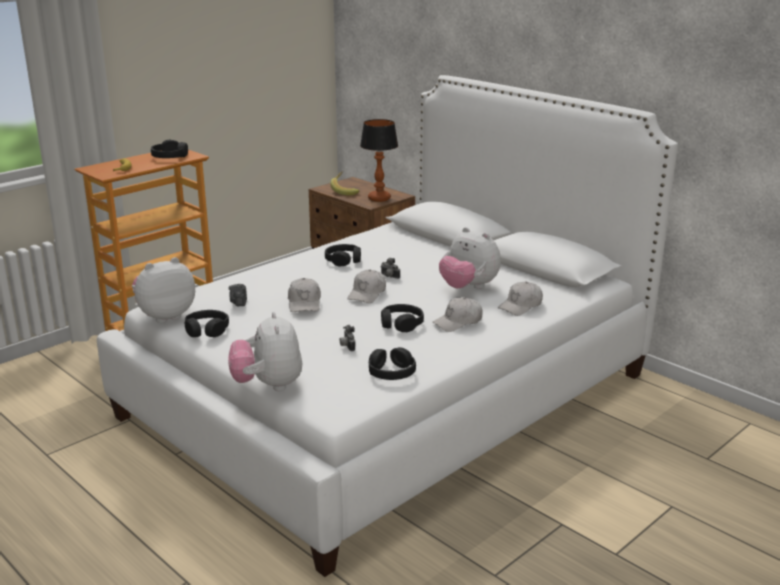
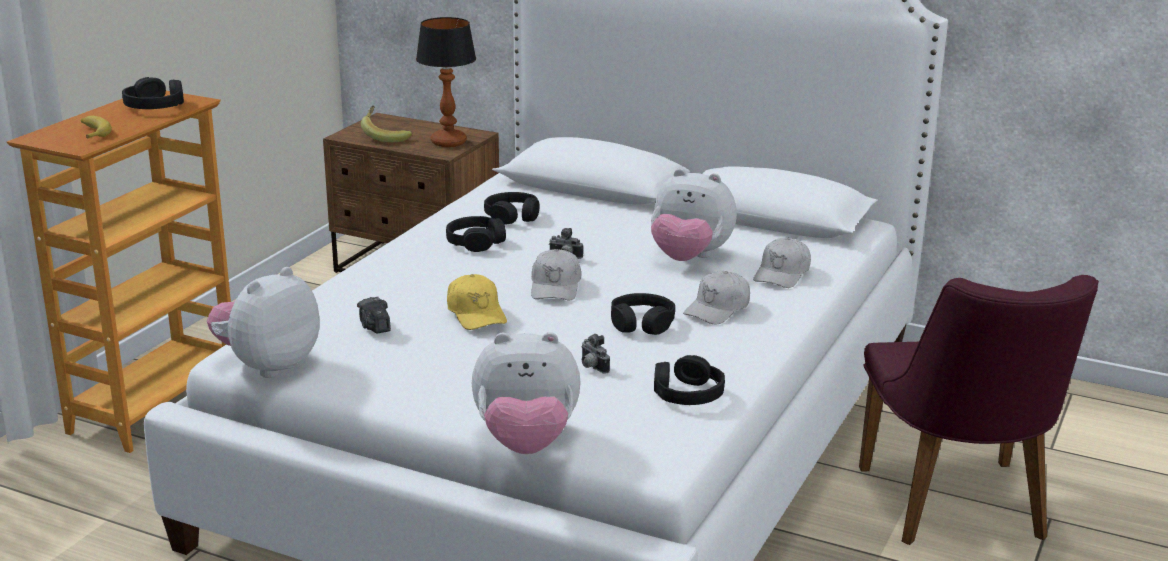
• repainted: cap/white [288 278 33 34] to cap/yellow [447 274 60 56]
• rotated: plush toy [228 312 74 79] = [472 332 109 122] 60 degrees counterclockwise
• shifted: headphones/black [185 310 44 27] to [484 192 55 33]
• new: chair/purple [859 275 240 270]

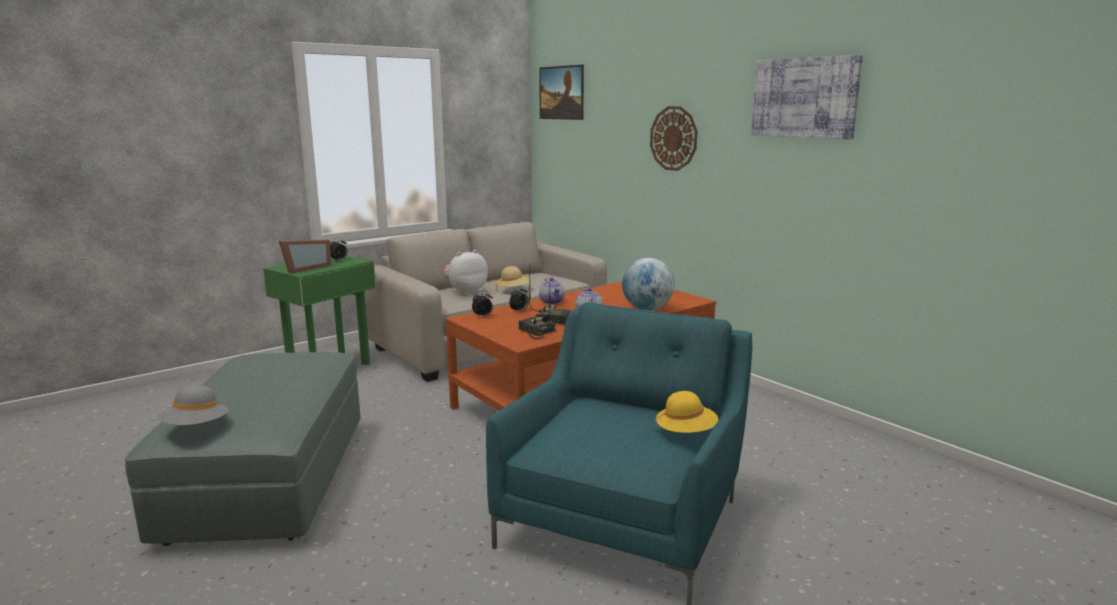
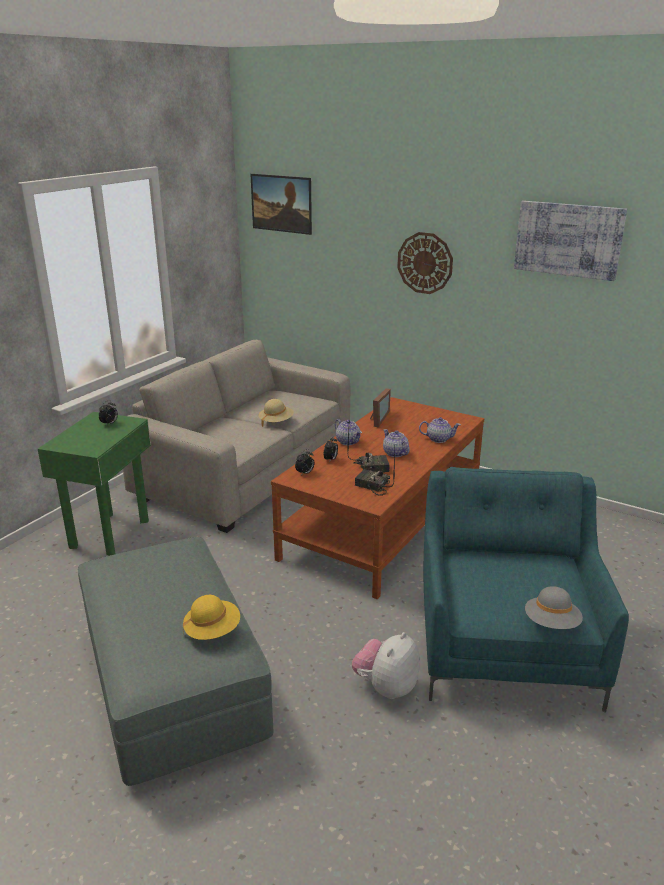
• shifted: hat/yellow [655 391 63 42] to [183 595 57 45]
• shifted: plush toy [443 249 45 46] to [352 632 68 67]
• shifted: picture frame [279 240 52 33] to [370 389 21 38]
• swapped: globe [622 258 53 53] to teapot [419 417 42 26]
• shifted: hat/grey [157 385 72 40] to [525 586 58 43]

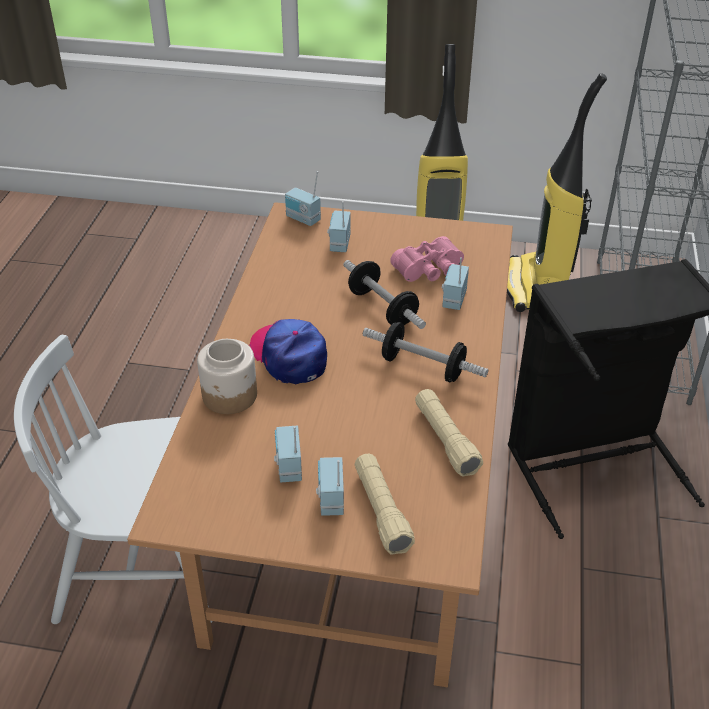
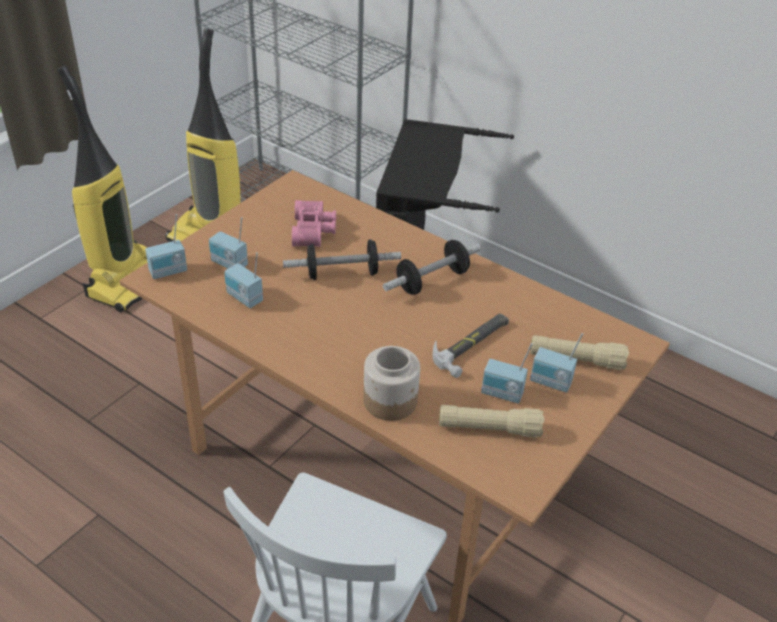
• shifted: radio [441 257 28 53] to [224 252 39 56]
• new: hammer [433 313 76 65]
• shifted: flashlight/beige [415 389 68 88] to [439 405 105 33]
• gone: cap [249 319 78 65]

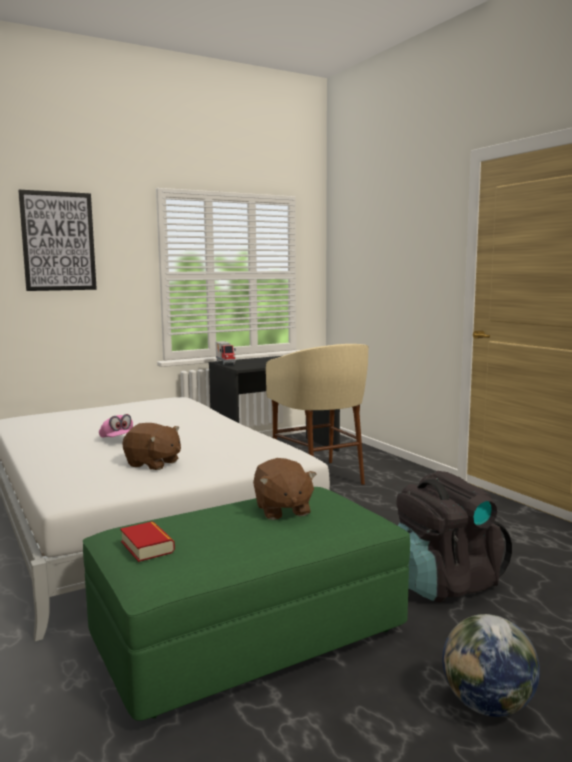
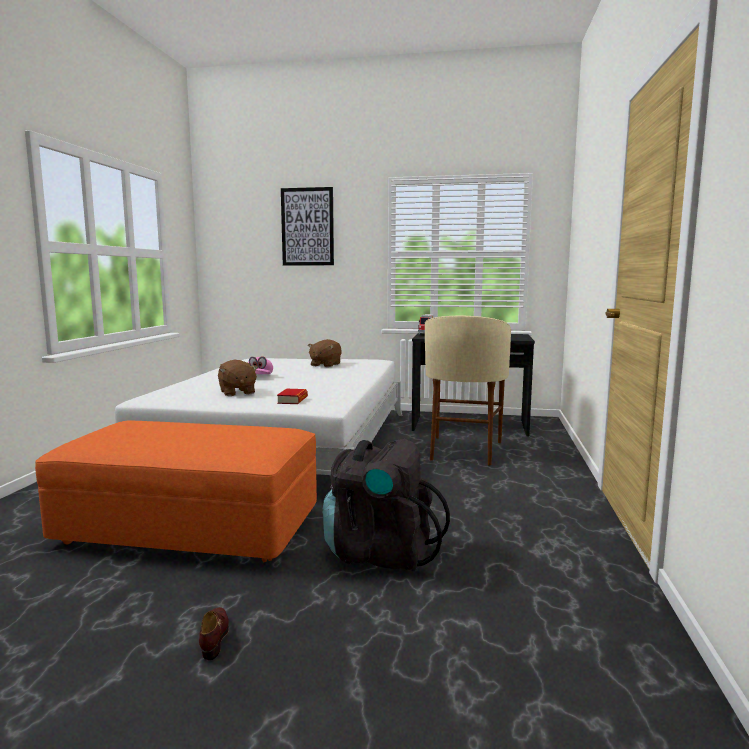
• repainted: ottoman/green [83 487 327 234] to ottoman/orange [35 421 282 141]
• swapped: globe [443 614 97 103] to shoe/brown [199 607 30 53]
• shifted: book [120 521 55 41] to [277 389 31 15]
• shifted: plush toy/brown [253 458 64 62] to [308 339 34 28]

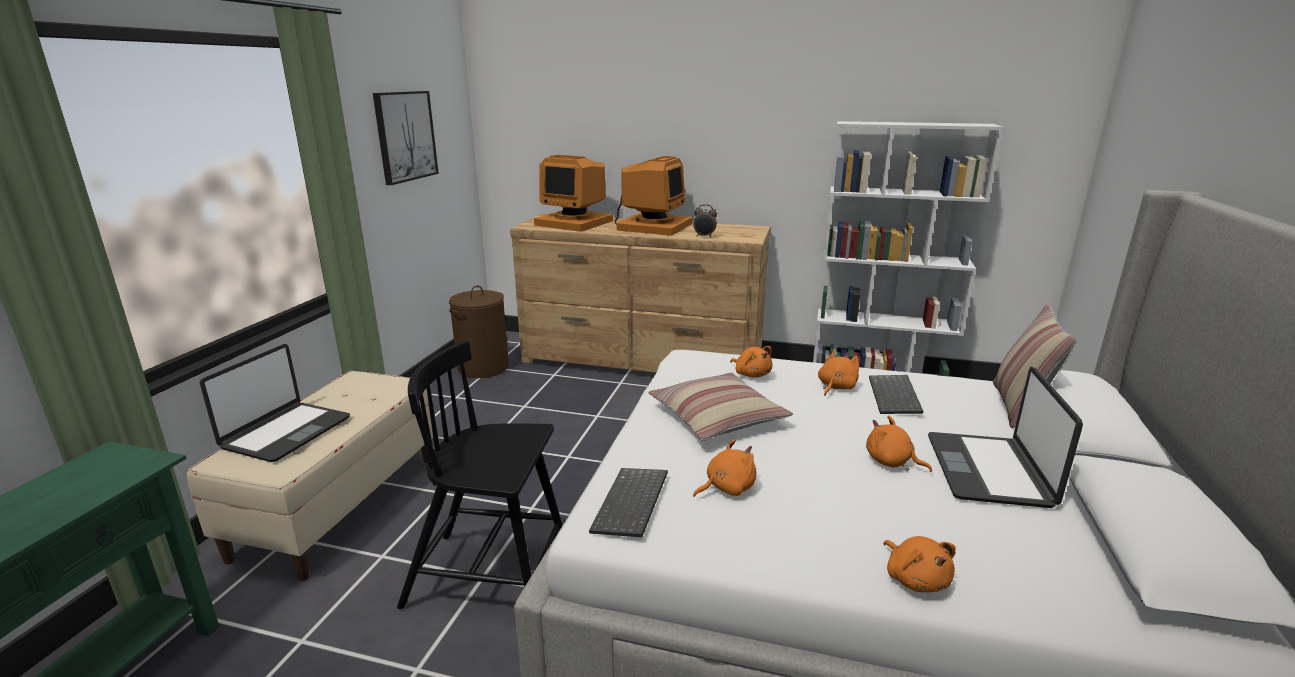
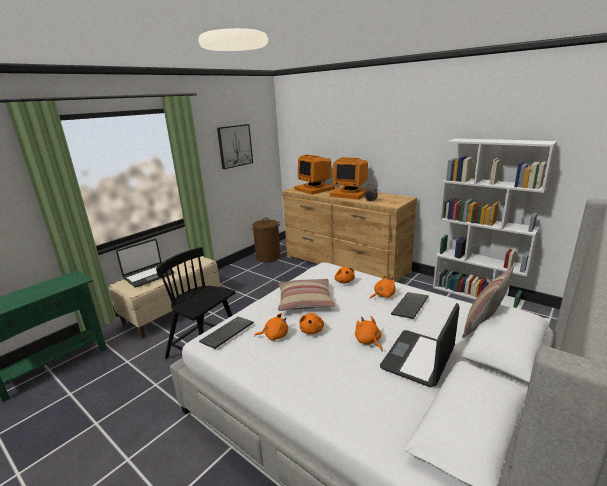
• shifted: plush toy/orange [883 536 72 56] to [299 313 25 21]
• rotated: monitor [614 156 78 80] = [330 157 38 43] 75 degrees clockwise

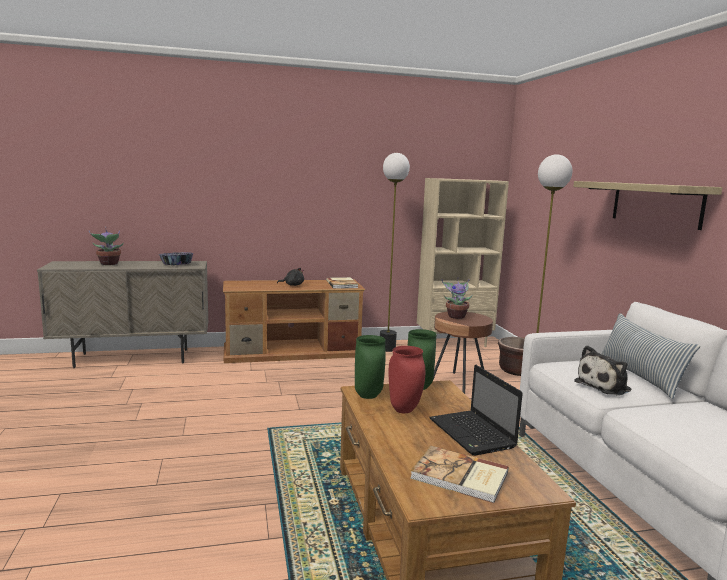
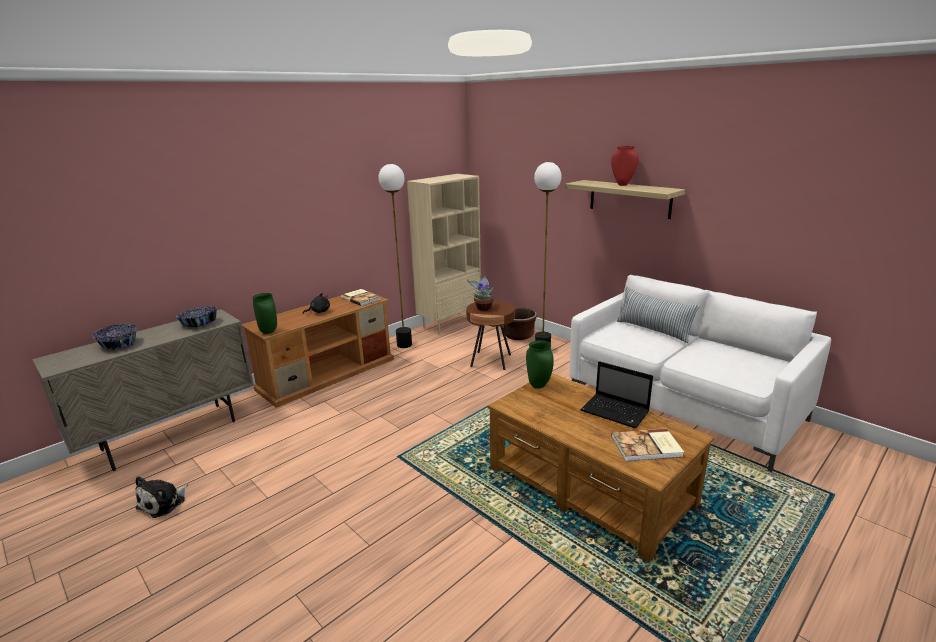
• swapped: potted plant [89 227 35 38] to bowl [93 324 44 26]
• shifted: plush toy [574 345 57 51] to [135 476 53 42]
• shifted: vase/green [355 335 31 64] to [252 293 25 41]
• shifted: vase/red [388 346 37 67] to [611 146 28 40]

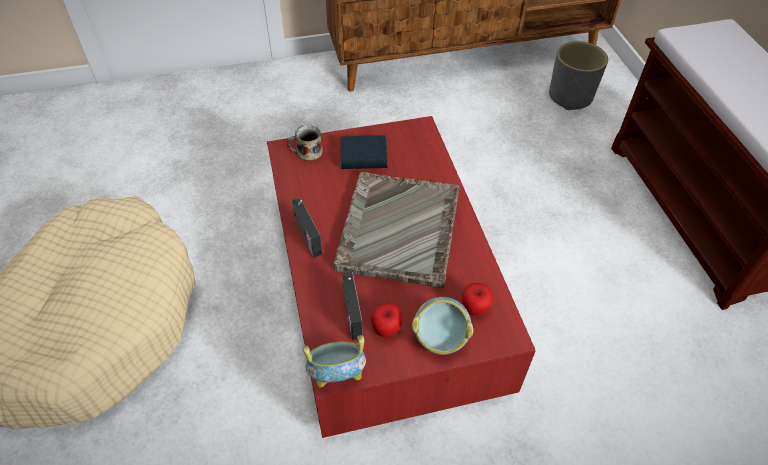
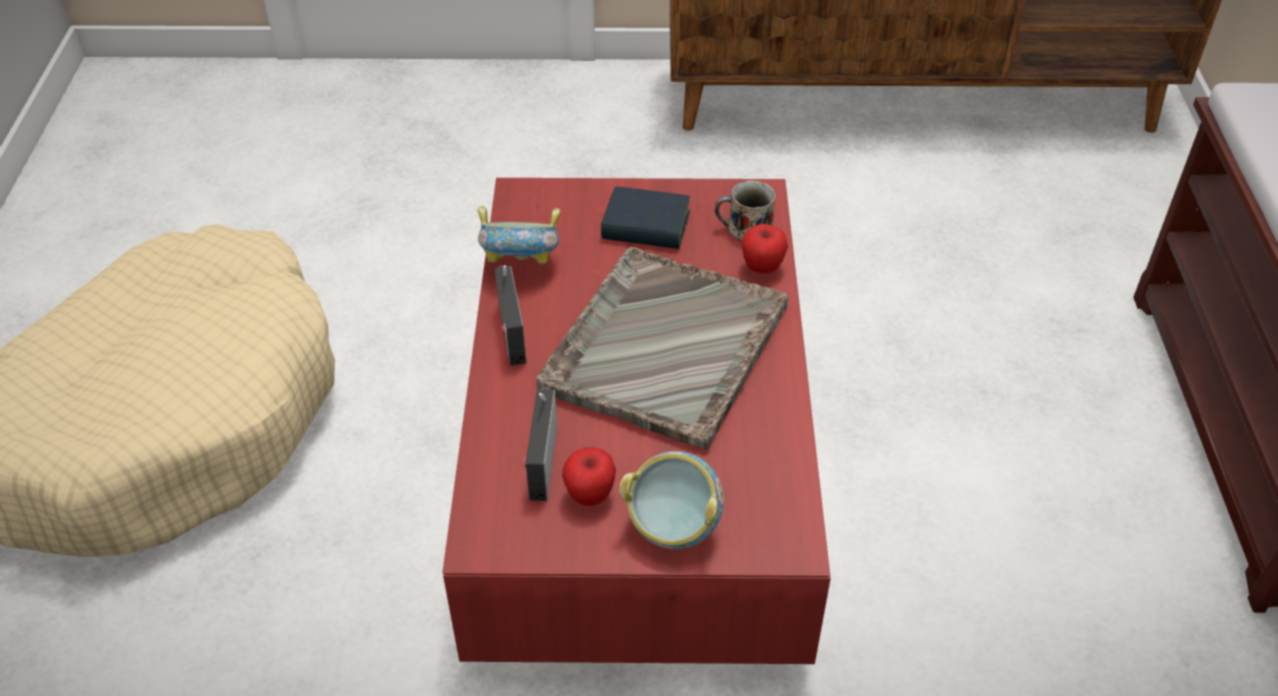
• shifted: bowl [302 335 64 52] to [478 206 83 58]
• shifted: mug [287 124 36 37] to [715 180 61 61]
• shifted: apple [462 283 31 33] to [742 224 46 49]
• gone: planter/grey [549 41 59 69]

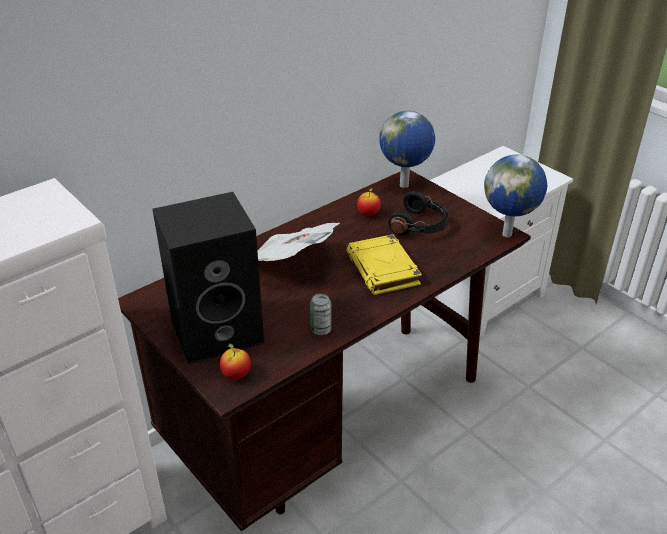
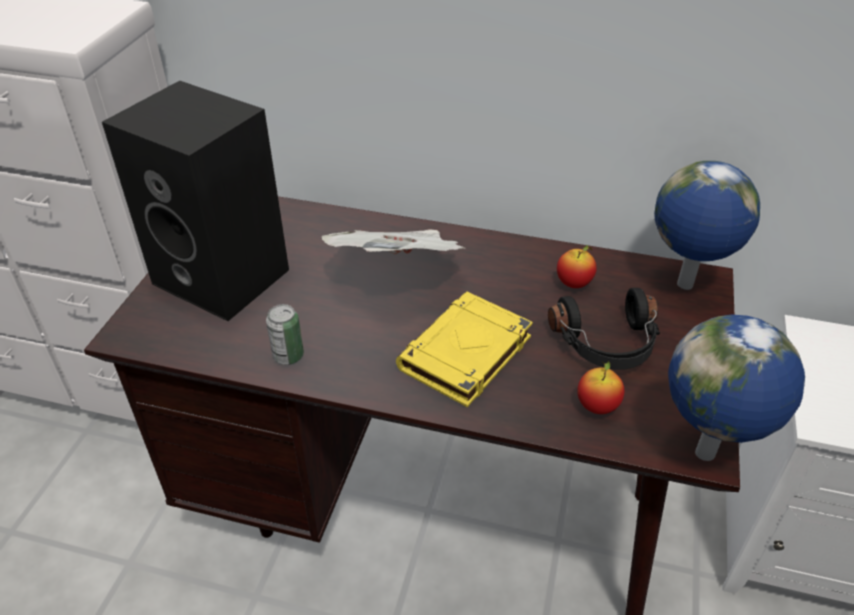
• shifted: apple [220 343 31 37] to [577 361 47 53]

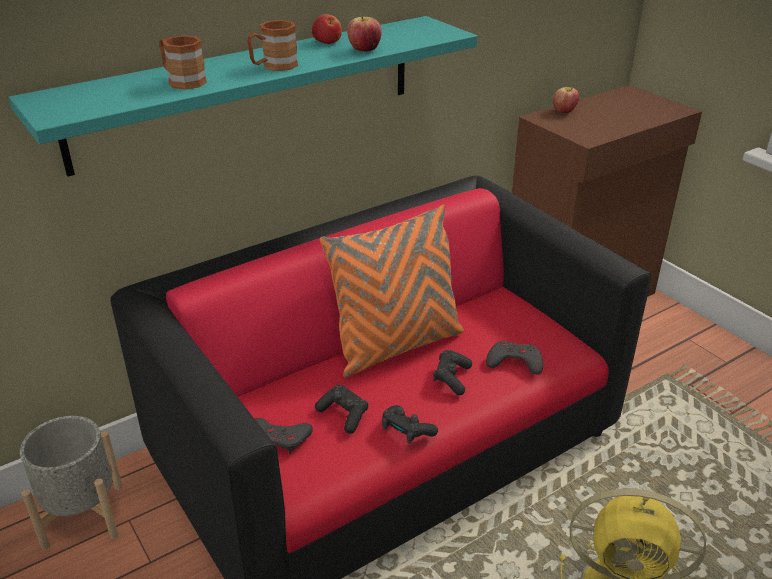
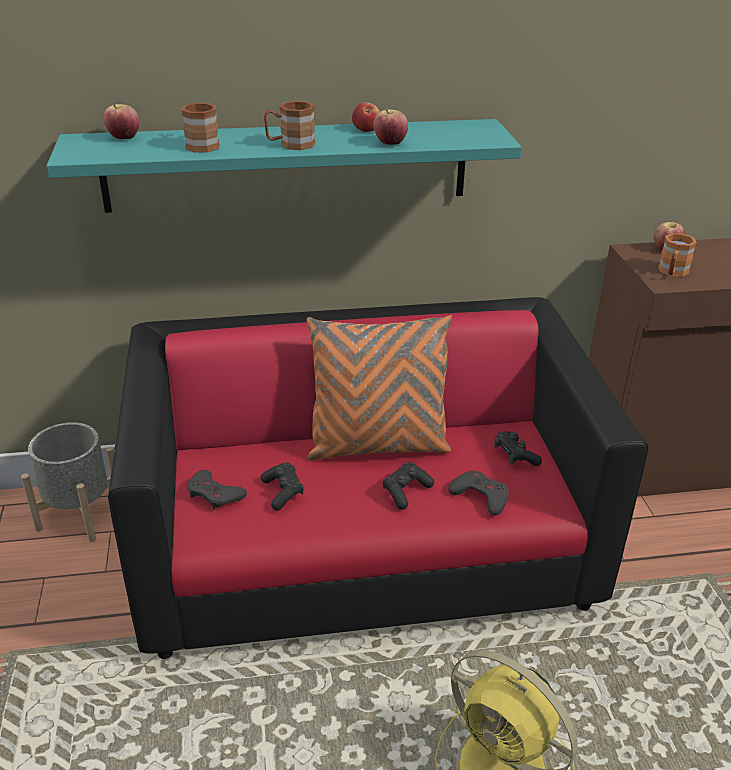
• new: apple [103 104 36 35]
• shifted: game controller/black [382 405 56 39] to [494 431 48 35]
• new: mug/orange [658 233 39 44]

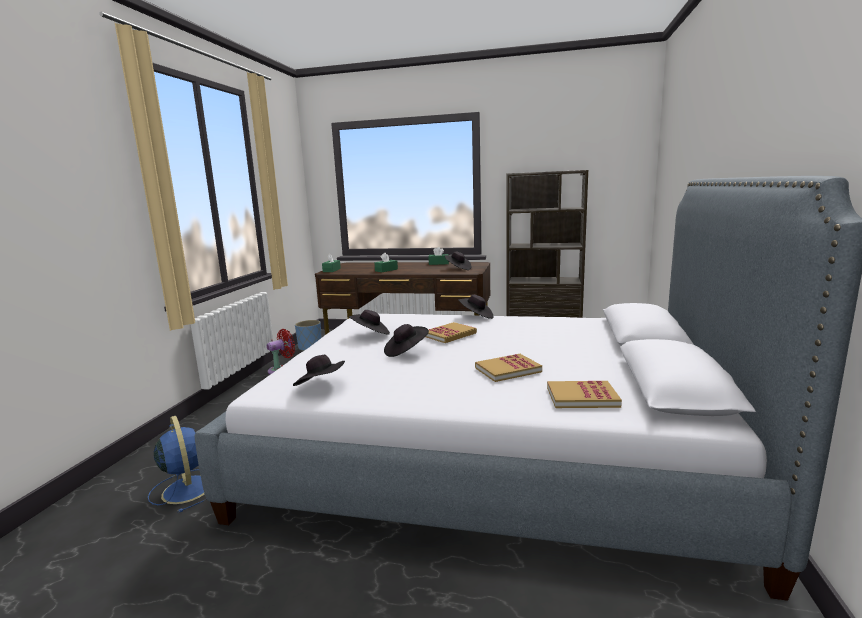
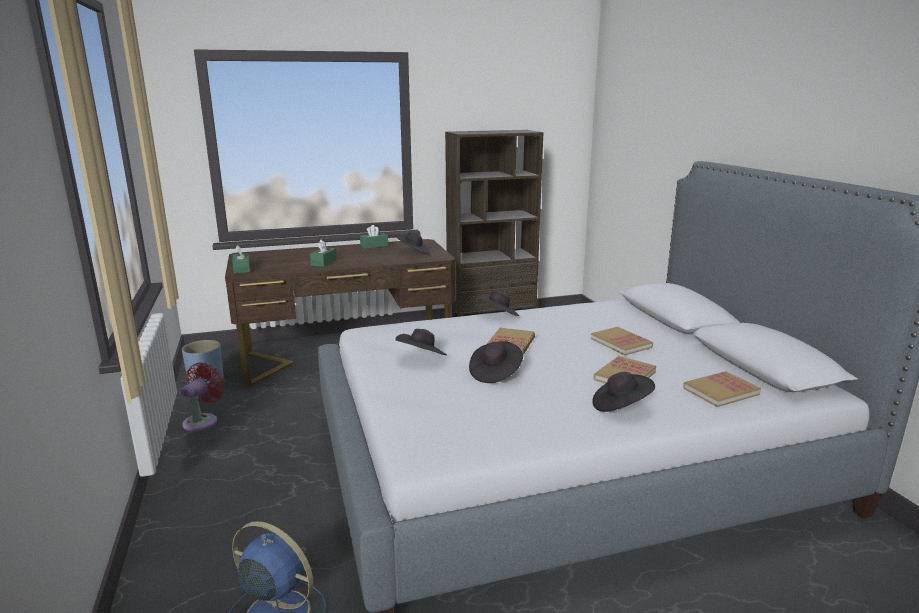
• new: book [591 327 62 28]
• shifted: hat/black [293 355 52 31] to [592 372 63 40]

